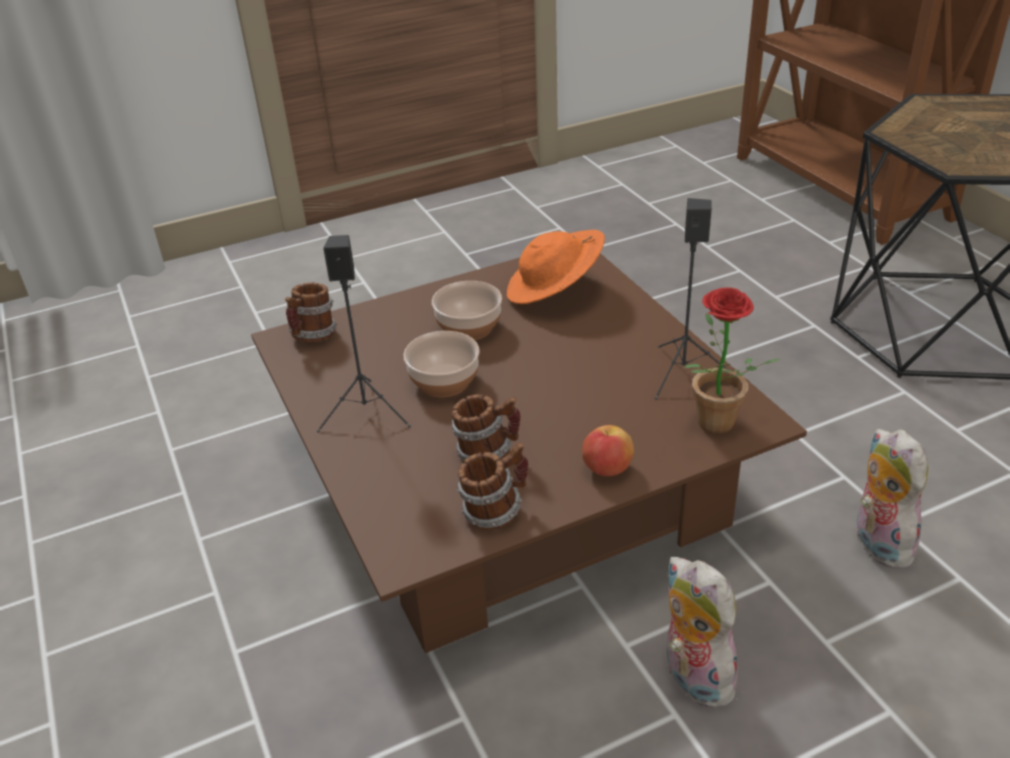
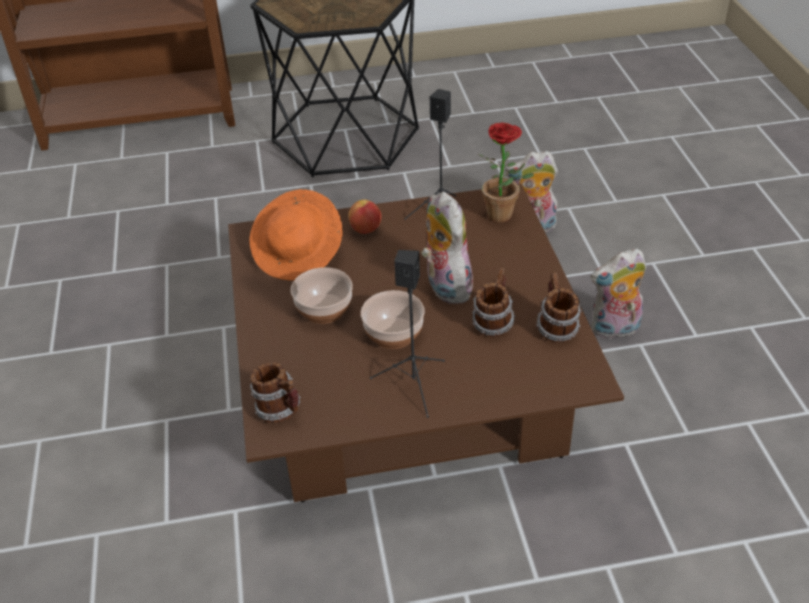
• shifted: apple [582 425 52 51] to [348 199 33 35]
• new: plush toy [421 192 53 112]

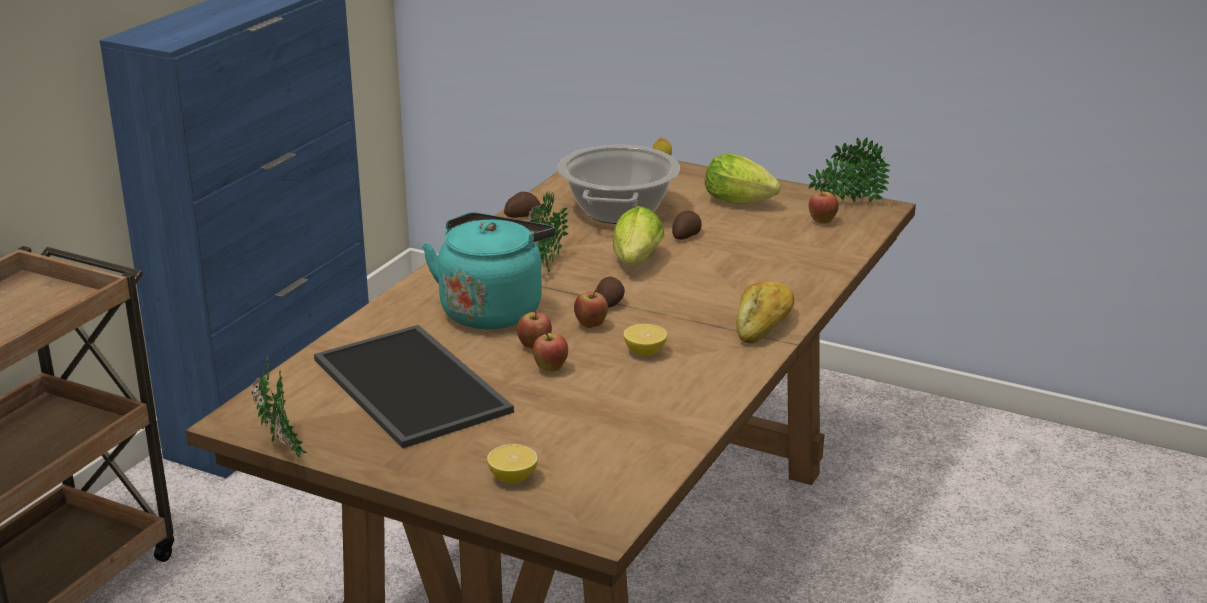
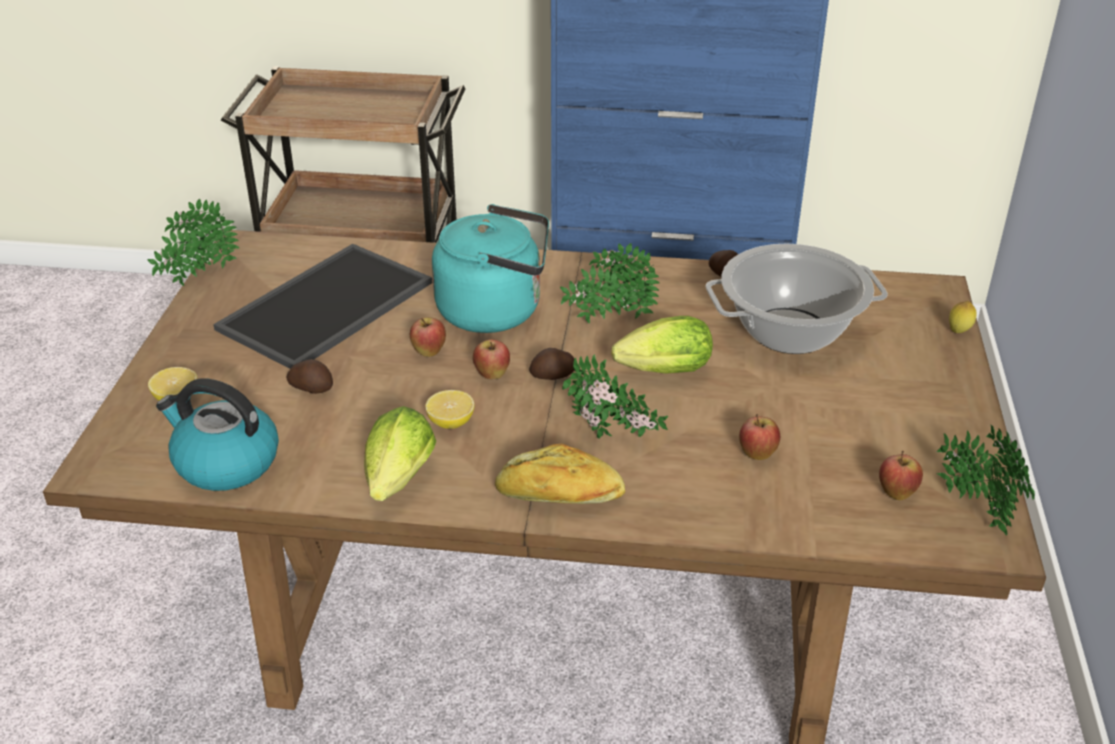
• new: kettle [156 378 123 113]
• shifted: potato [672 211 30 29] to [286 359 47 35]
• shifted: lettuce [705 154 76 50] to [364 406 72 95]
• new: potted plant [562 354 106 85]
• shifted: apple [533 332 35 40] to [739 414 41 46]

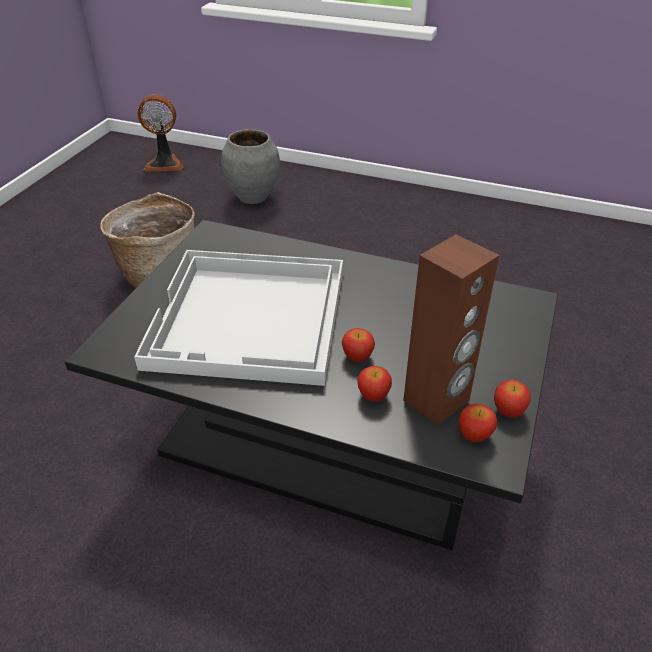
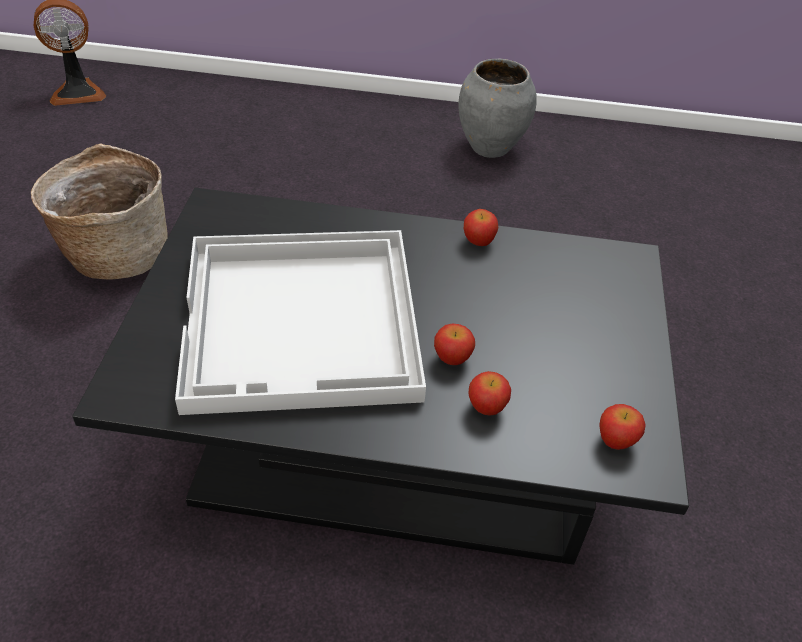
• shifted: vase/grey [221 129 59 75] to [459 59 78 99]
• shifted: apple [494 379 37 39] to [464 209 34 37]
• gone: speaker/brown [403 234 96 192]

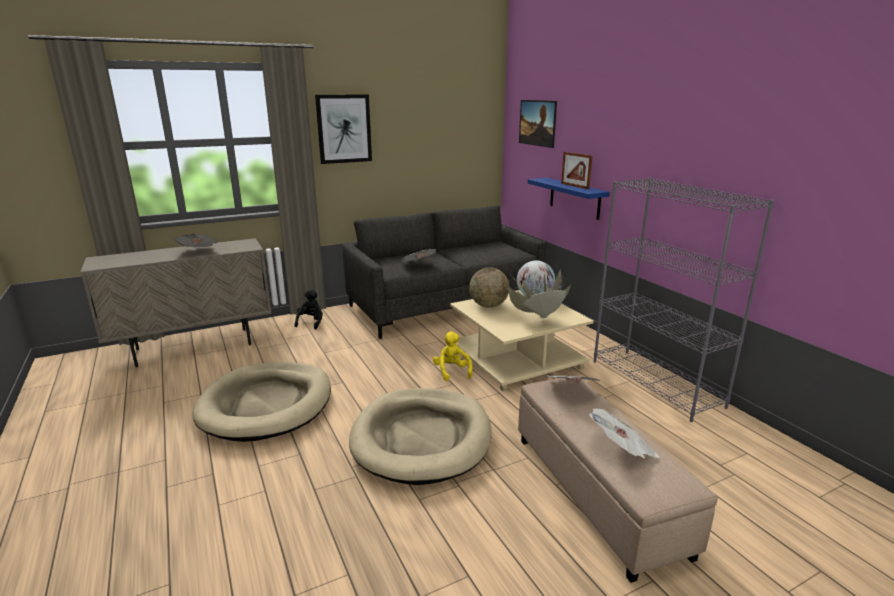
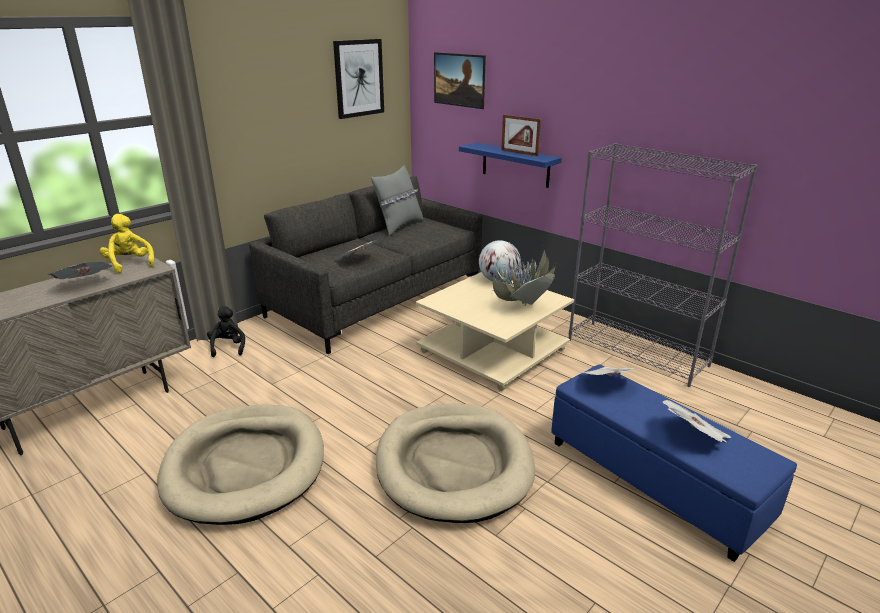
• shifted: plush toy/yellow [433 331 39 50] to [100 214 54 59]
• shifted: picture [315 94 57 70] to [333 39 51 80]
• new: pillow/grey [371 165 52 71]
• repainted: ottoman/beige [518 375 200 208] to ottoman/blue [551 365 246 197]
• gone: globe [469 267 40 41]

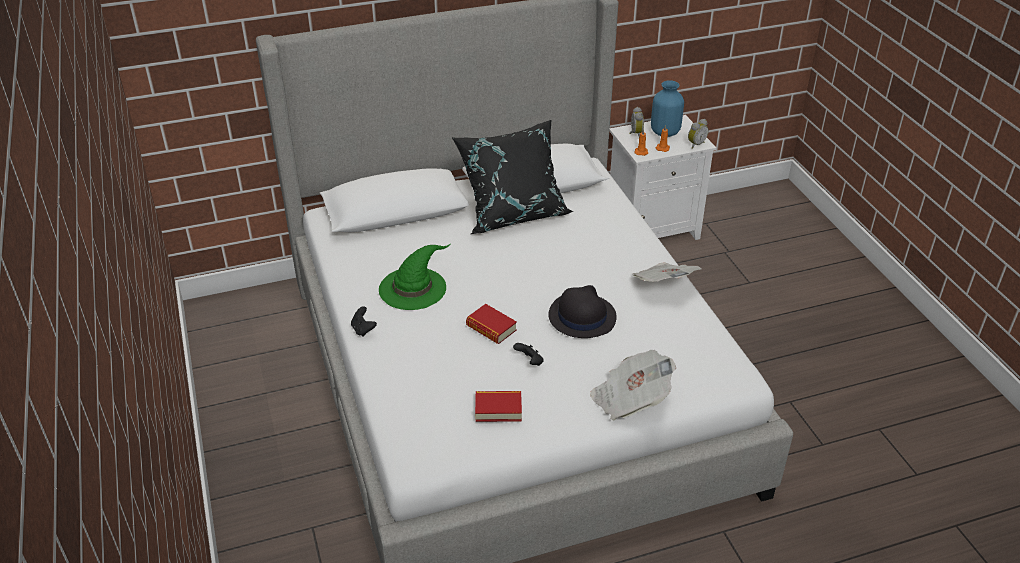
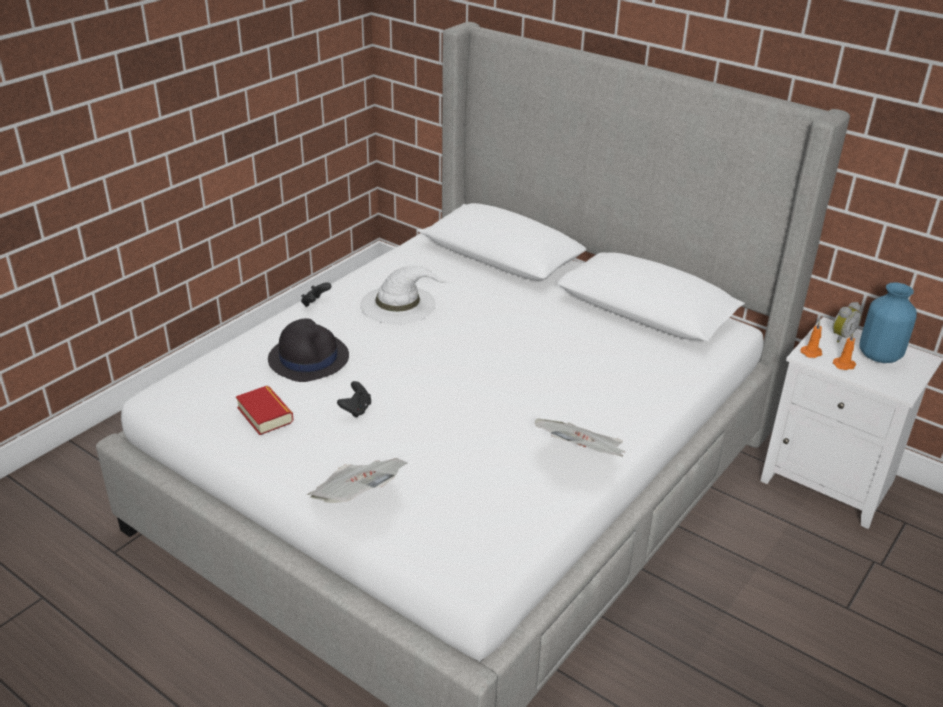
• shifted: hat/black [548 285 69 53] to [268 318 81 64]
• repainted: hat/green [379 244 71 66] to hat/white [360 265 89 60]
• gone: pillow/black [452 120 122 114]
• gone: book [466 304 51 40]
• gone: alarm clock [688 119 21 30]

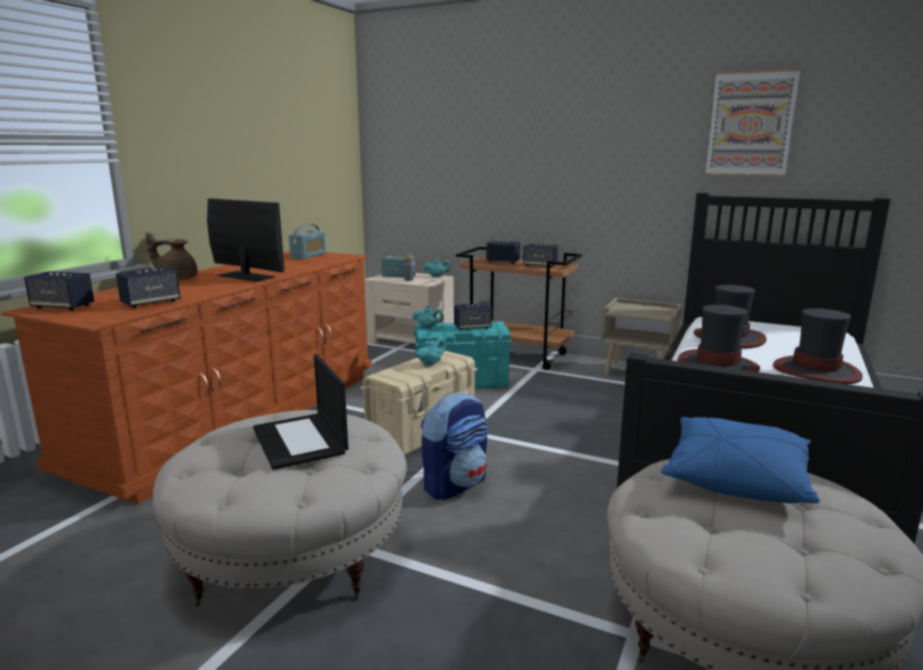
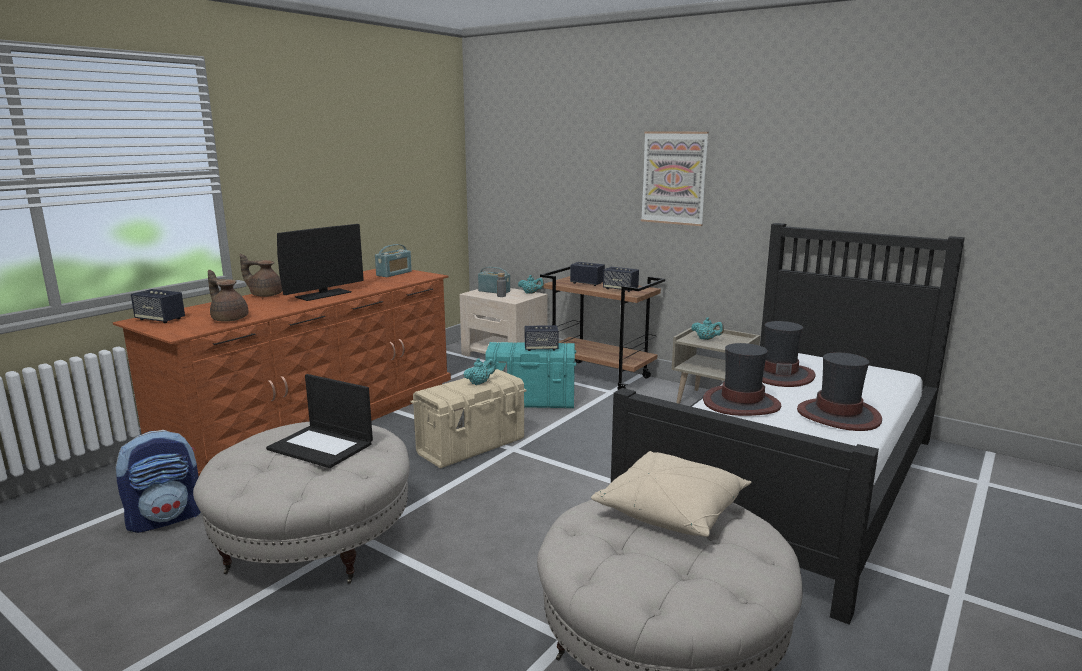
• shifted: backpack [421 392 68 108] to [115 430 86 103]
• swapped: speaker [116 267 64 41] to teapot/brown [208 270 40 52]
• rotated: laptop [253 354 95 116] = [266 374 107 94] 45 degrees counterclockwise
• rotated: monitor [207 198 78 84] = [277 224 87 77] 90 degrees clockwise
• repainted: pillow/blue [661 417 159 86] to pillow/beige [591 451 161 86]
• shifted: picture [705 68 95 109] to [641 131 68 95]
• shifted: teapot/turquoise [412 305 32 23] to [691 317 33 23]

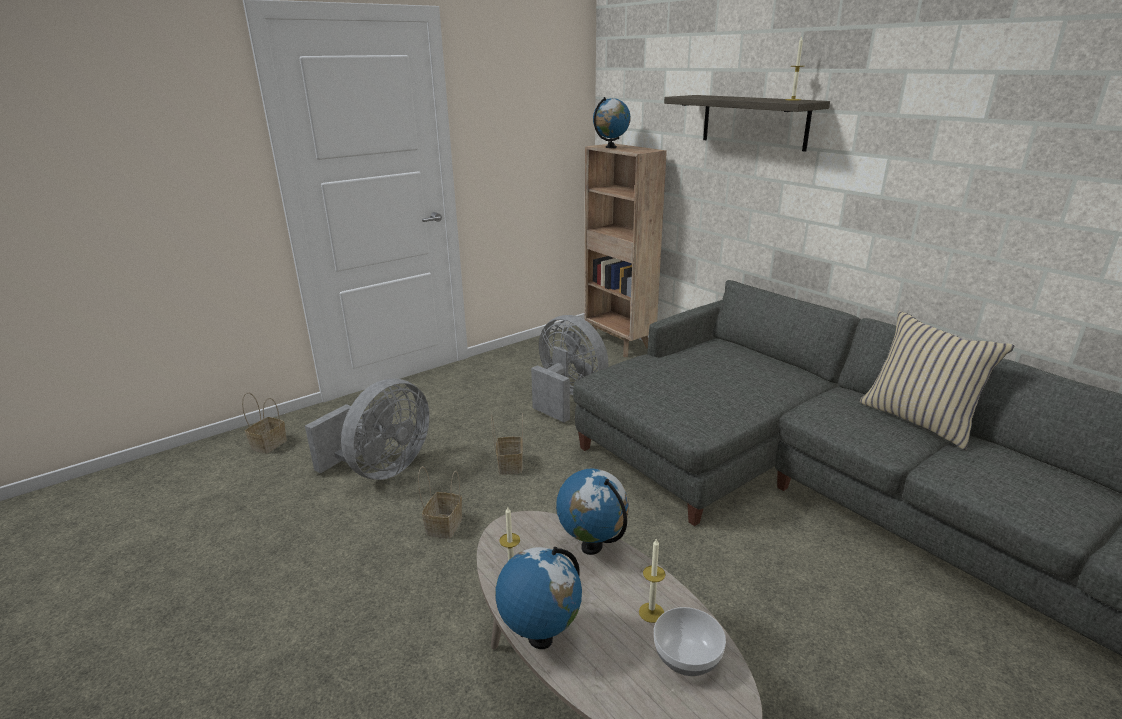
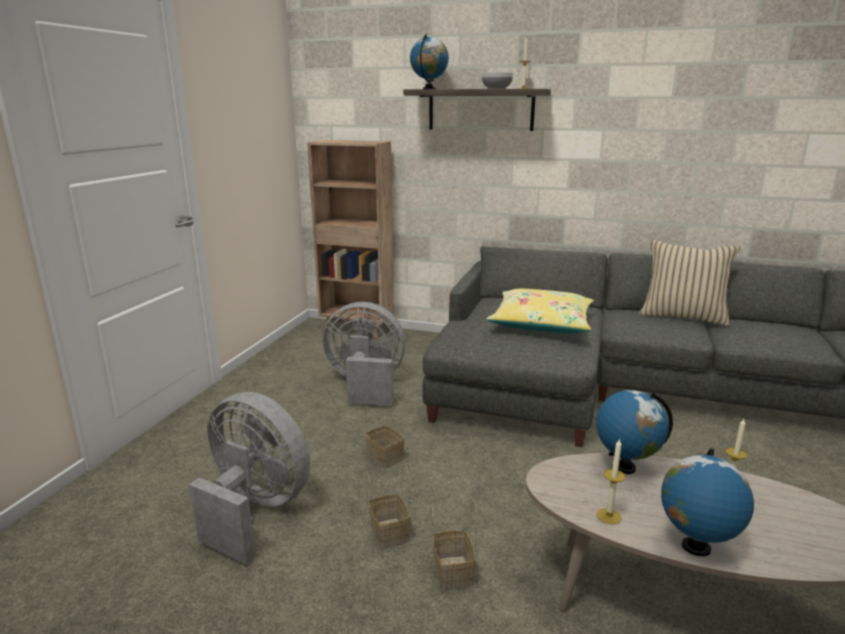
• rotated: fan/grey [305 378 125 102] = [189 392 121 172] 60 degrees counterclockwise
• shifted: globe [593 97 37 51] to [410 34 39 55]
• shifted: basket [242 393 45 61] to [430 500 47 90]
• shifted: bowl [654 607 72 69] to [481 72 33 17]
• new: pillow/yellow [486 289 108 44]

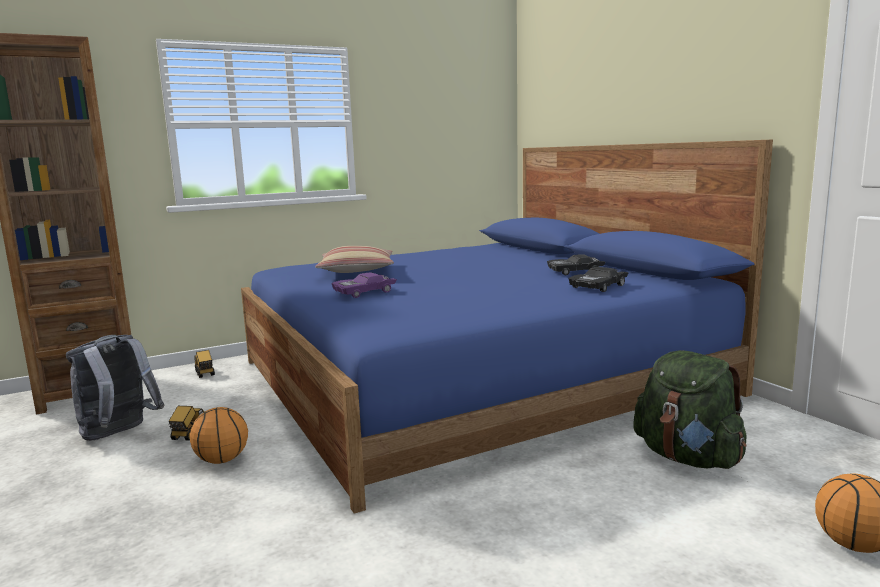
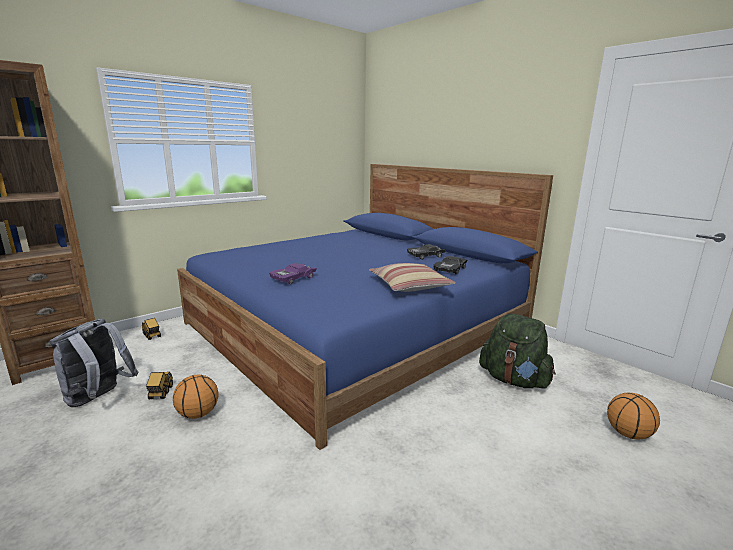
• shifted: pillow [315 246 79 27] to [369 263 87 29]

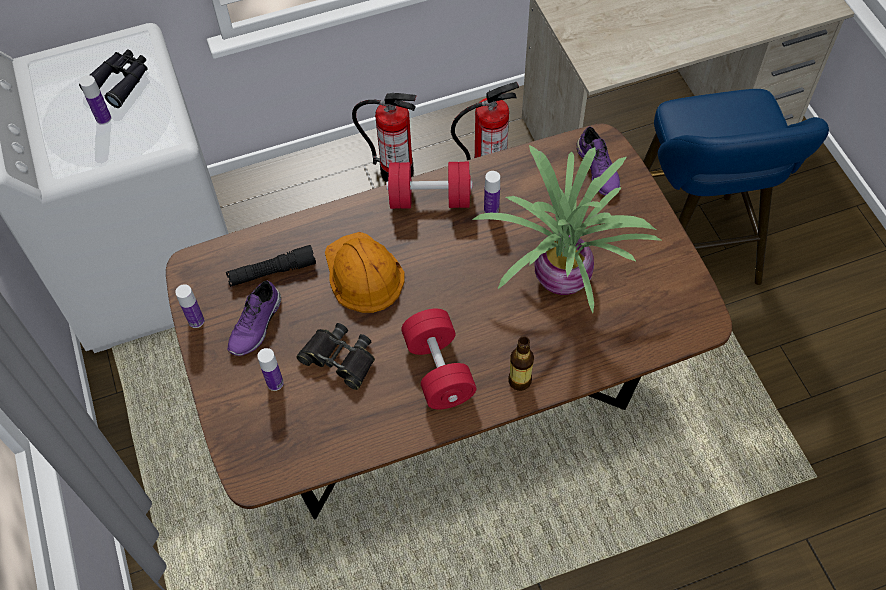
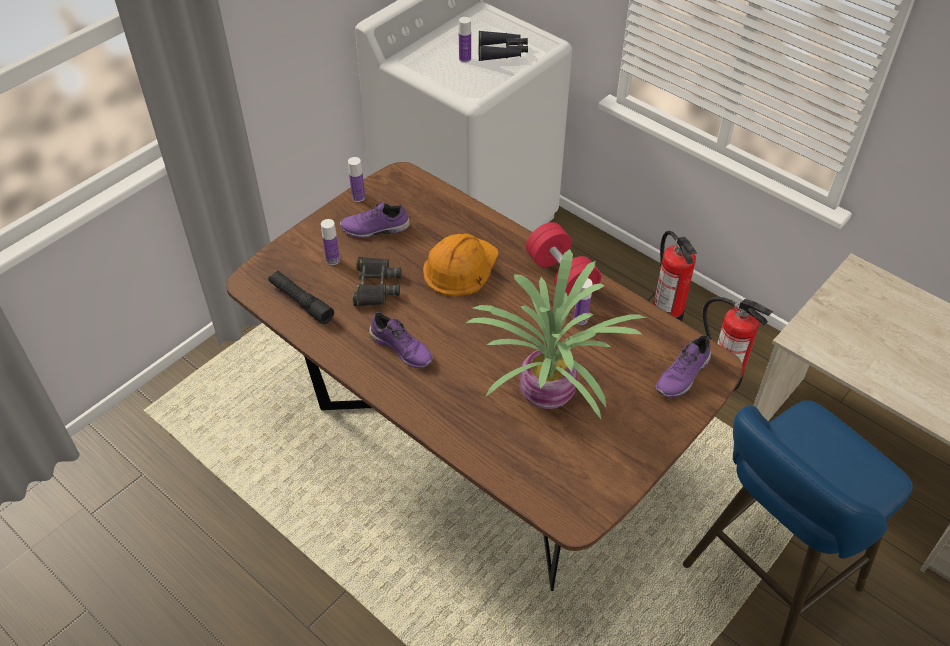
• shifted: flashlight/black [226 245 90 42] to [268 271 66 53]
• swapped: dumbbell/red [401 309 75 100] to shoe/purple [369 312 64 56]
• gone: bottle [508 336 26 55]

